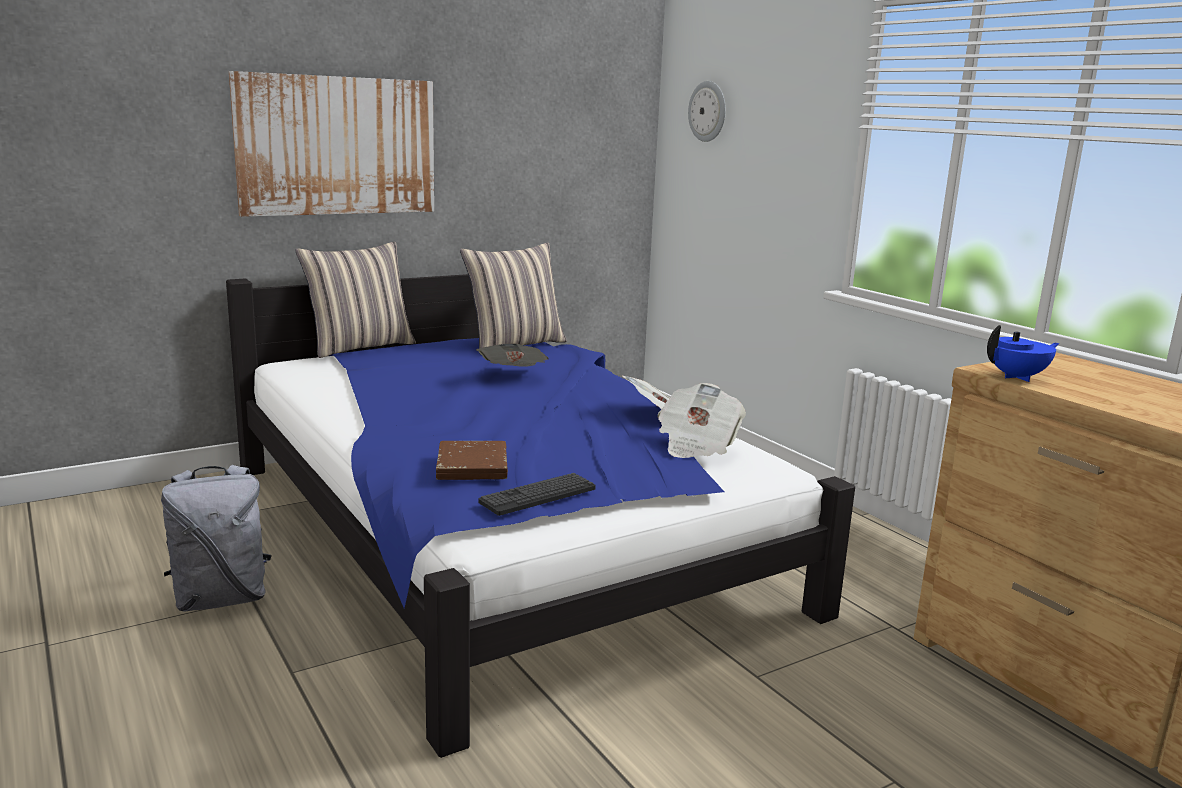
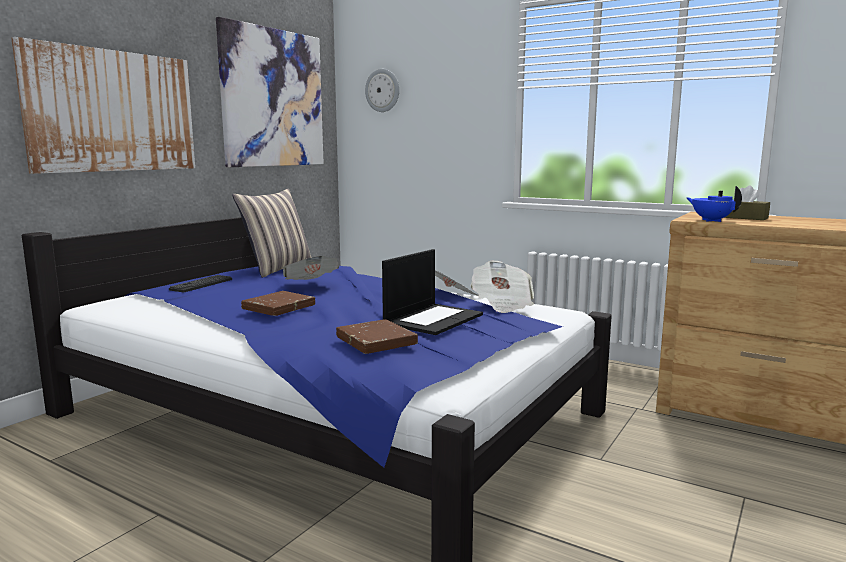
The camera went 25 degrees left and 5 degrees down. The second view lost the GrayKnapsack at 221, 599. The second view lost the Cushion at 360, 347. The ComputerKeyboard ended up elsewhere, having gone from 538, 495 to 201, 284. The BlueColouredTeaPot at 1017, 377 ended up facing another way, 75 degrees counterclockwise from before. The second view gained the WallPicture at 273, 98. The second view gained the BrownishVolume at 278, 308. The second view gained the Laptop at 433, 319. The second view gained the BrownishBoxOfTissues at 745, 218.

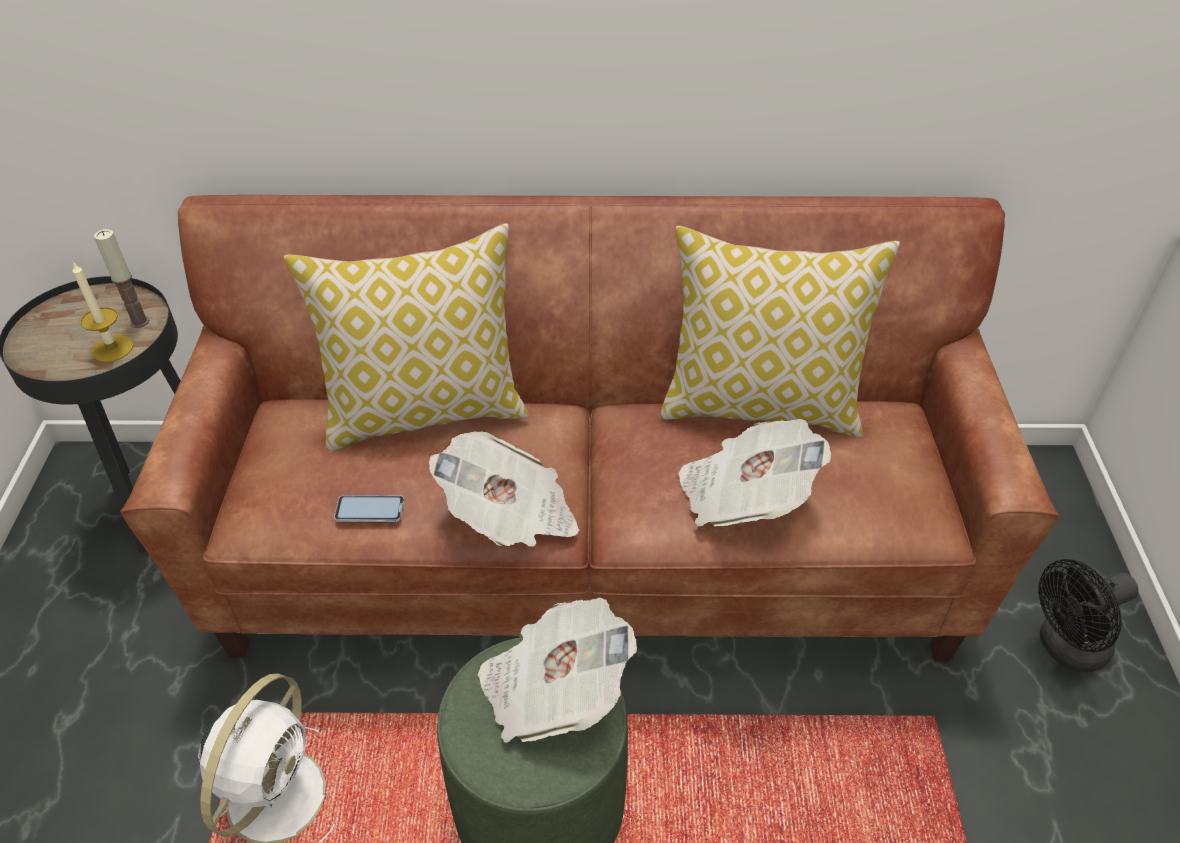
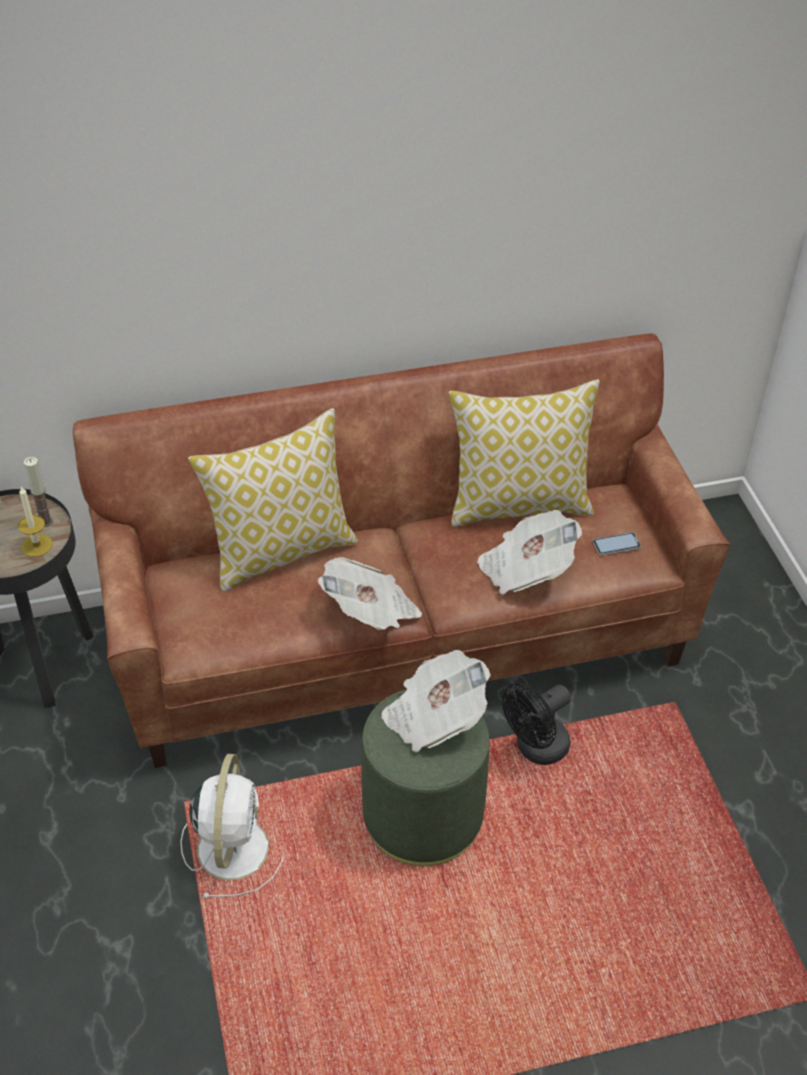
The camera went 15 degrees left and 0 degrees up. The Handset ended up elsewhere, having gone from 370, 510 to 616, 545. The BlackishCoolingFan ended up elsewhere, having gone from 1064, 648 to 536, 749.

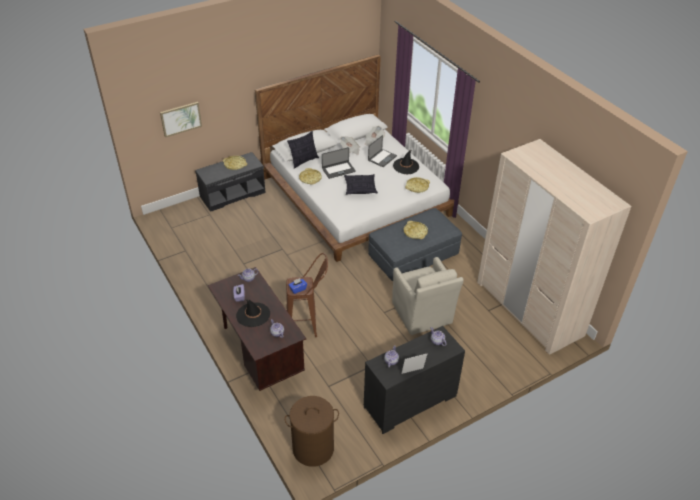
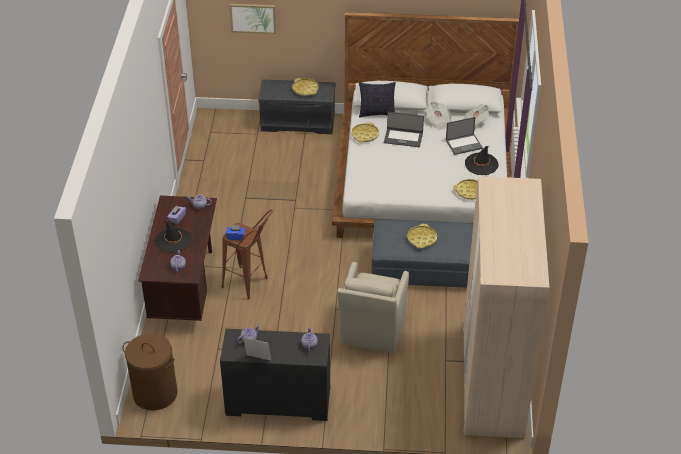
The camera went 35 degrees right and 0 degrees up. The second view lost the Cushion at 360, 188.

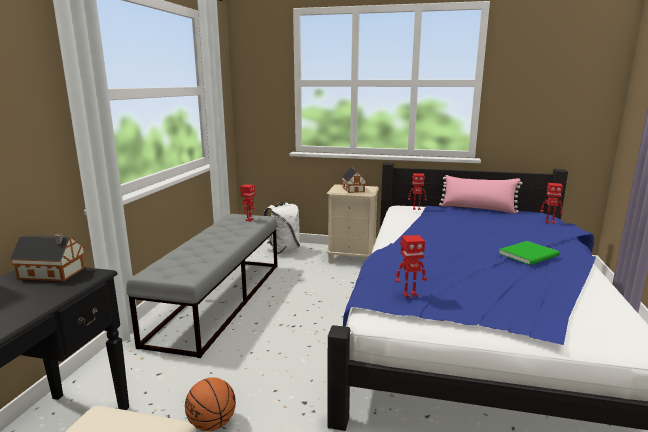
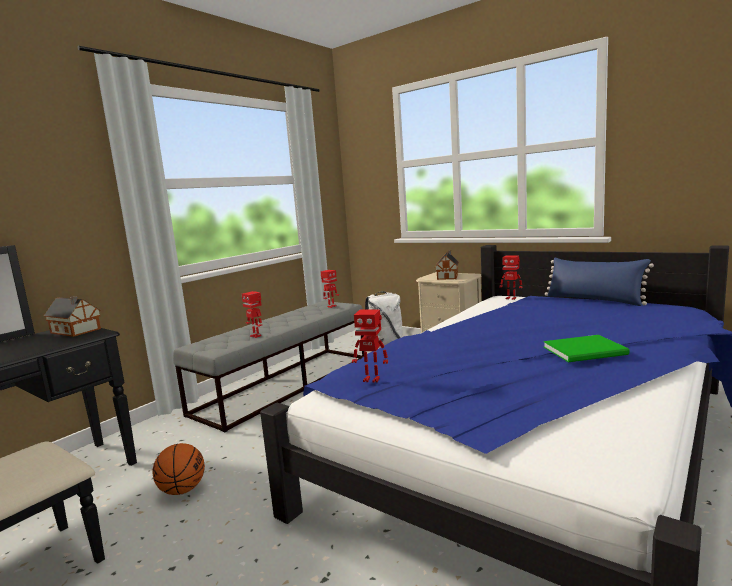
The camera went 25 degrees right and 5 degrees down. What was the PinkCushion at 478, 209 turned into the BlueColouredCushion at 594, 300. The RobotFigure ended up elsewhere, having gone from 549, 222 to 256, 336.

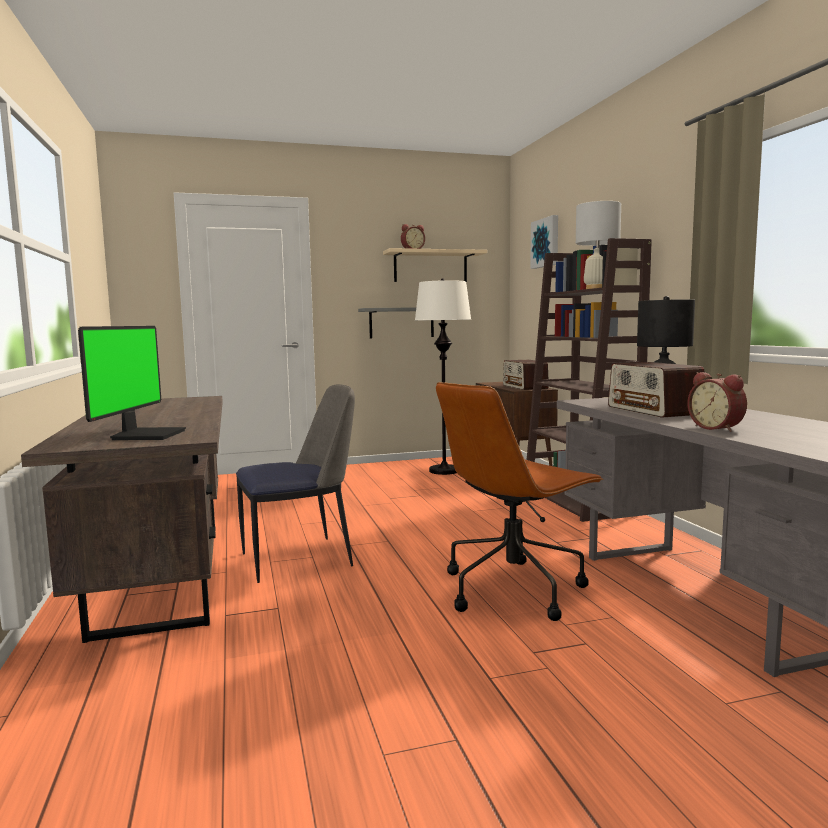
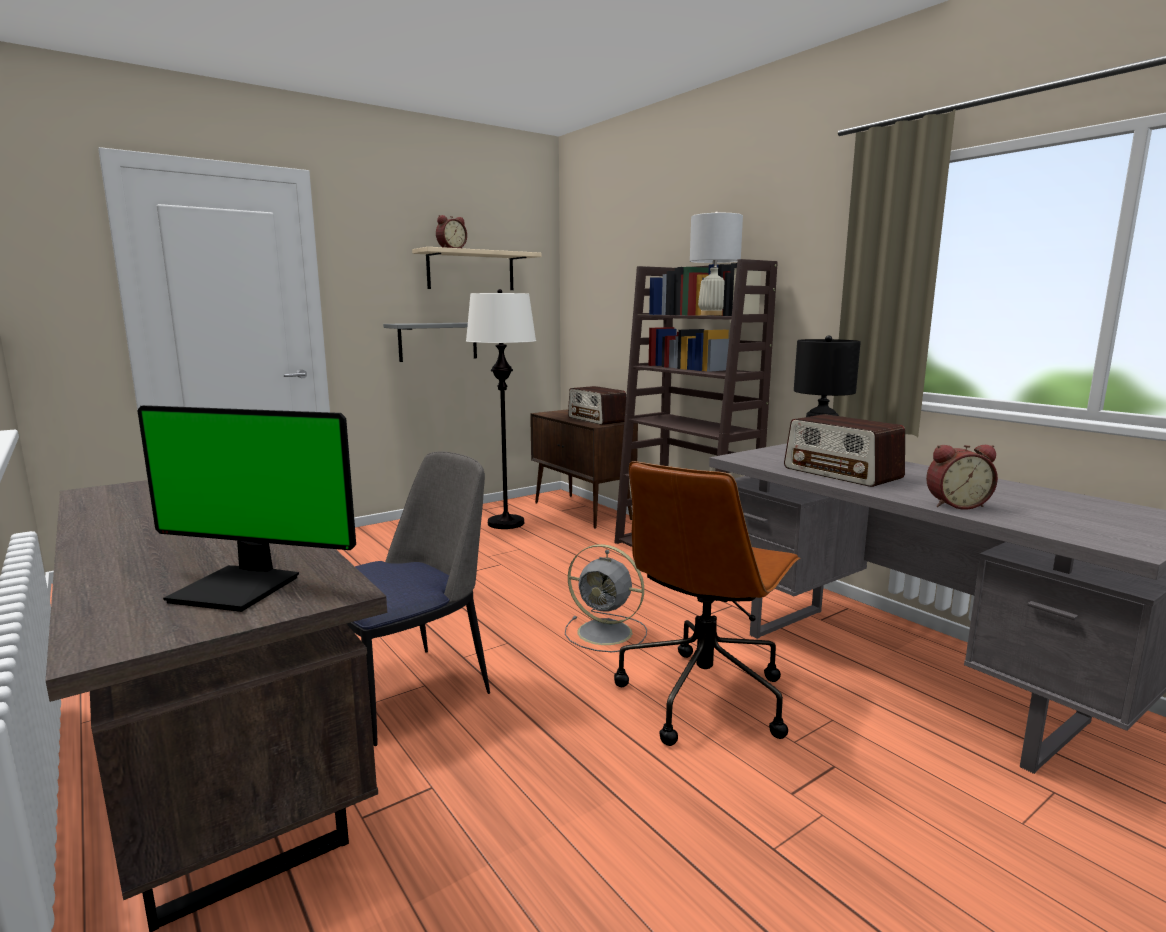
The camera went 20 degrees left and 5 degrees up. The ComputerScreen at 146, 435 ended up facing another way, 120 degrees clockwise from before. The second view lost the WallPicture at 546, 243. The AlarmClock at 717, 428 ended up facing another way, 45 degrees counterclockwise from before. The second view gained the GrayCoolingFan at 607, 633.

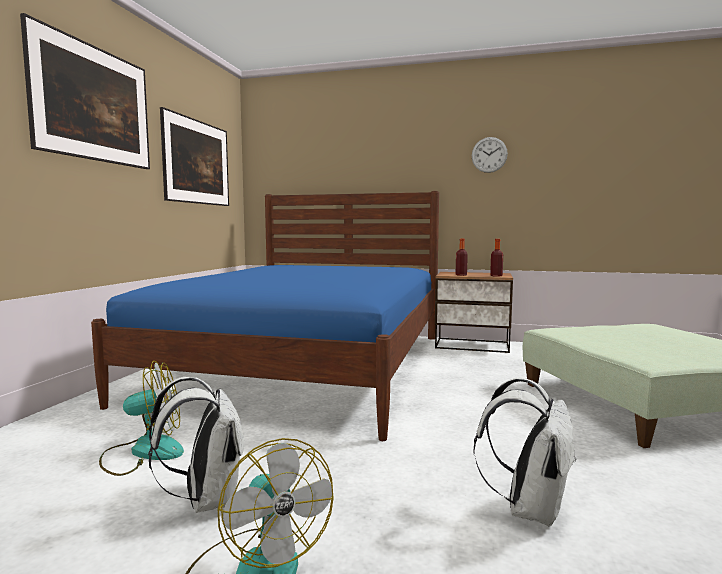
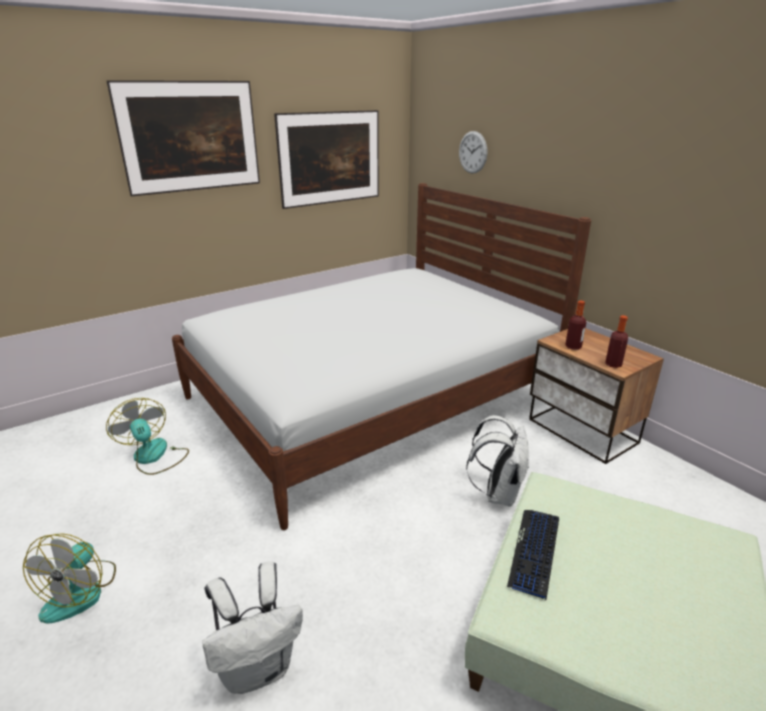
The camera went 40 degrees right and 20 degrees up. What was the BlueColouredBedroomBed at 307, 365 turned into the WhitishBedroomBed at 370, 399. The CoolingFan at 144, 452 ended up facing another way, 150 degrees counterclockwise from before. The WhitishKnapsack ended up elsewhere, having gone from 206, 500 to 498, 493. The HangingClock ended up elsewhere, having gone from 489, 155 to 473, 152. The second view gained the ComputerKeyboard at 534, 552.

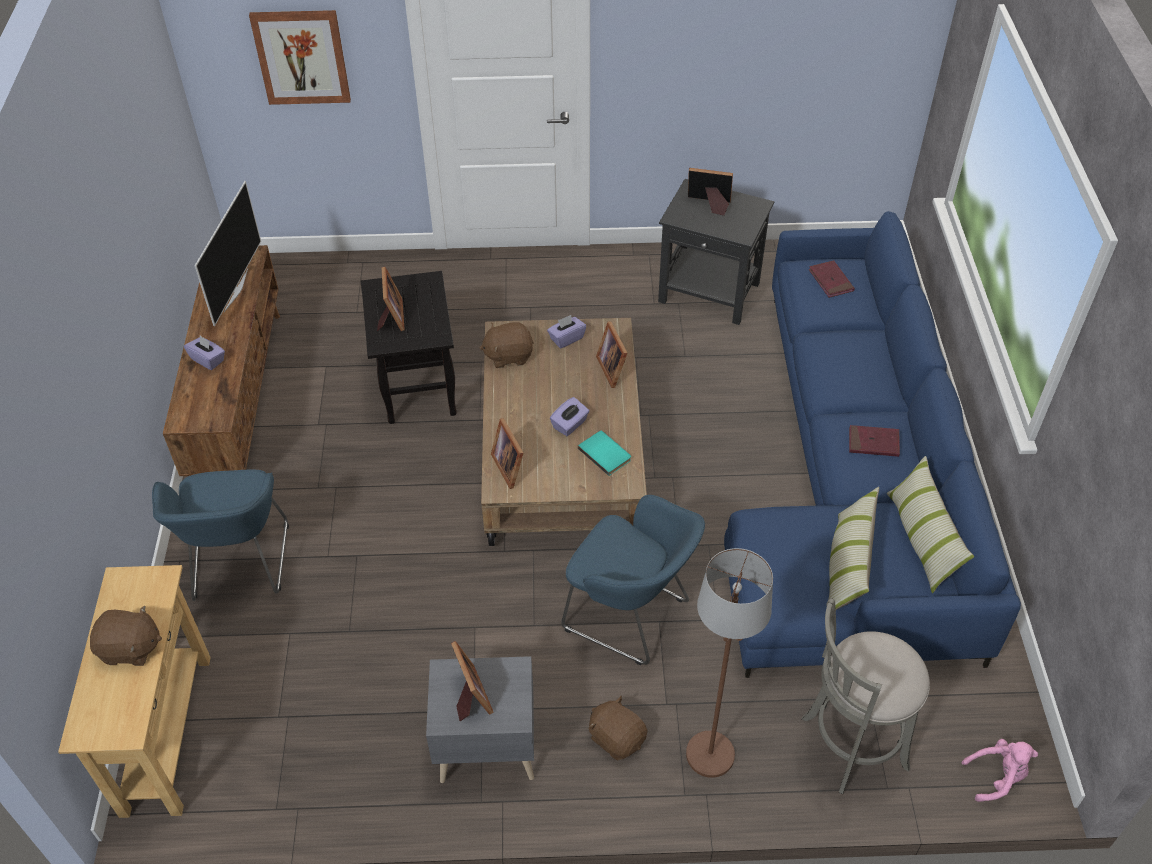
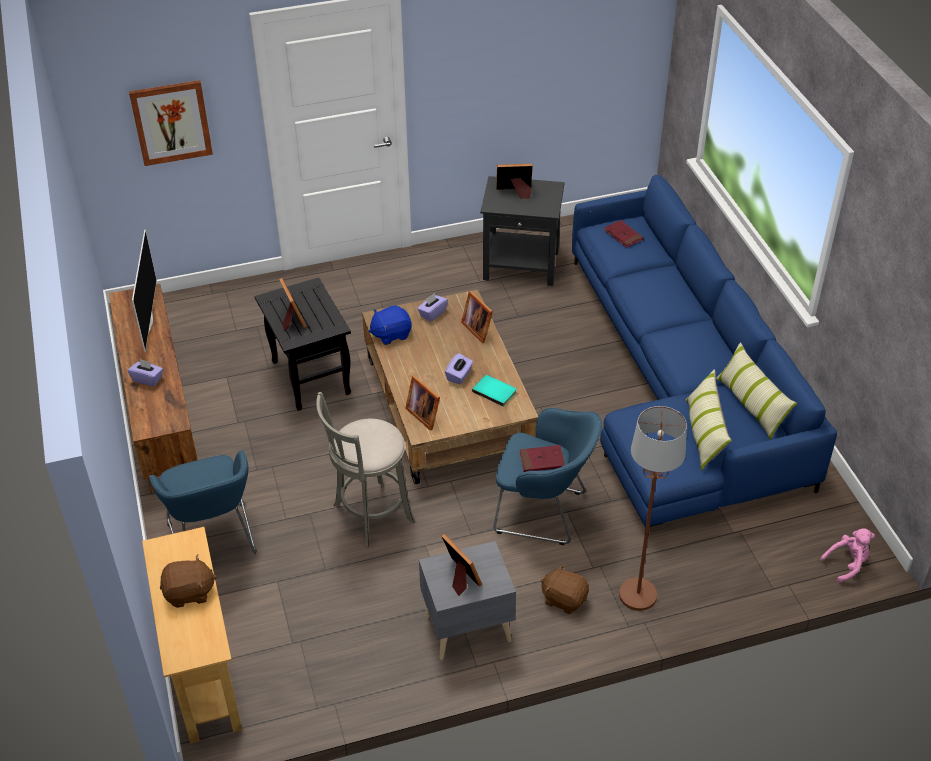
The camera went 15 degrees left and 5 degrees down. What was the BrownishSoftToy at 508, 355 turned into the BlueColouredSoftToy at 391, 334. The GrayStoolSeat ended up elsewhere, having gone from 849, 745 to 370, 515. The RedColouredVolume ended up elsewhere, having gone from 873, 443 to 542, 460.

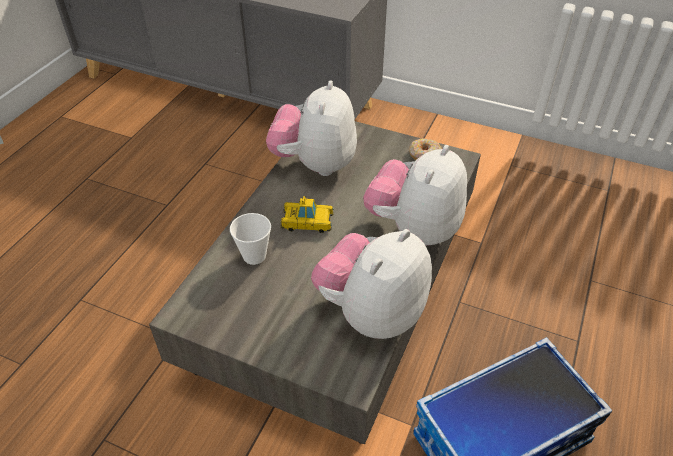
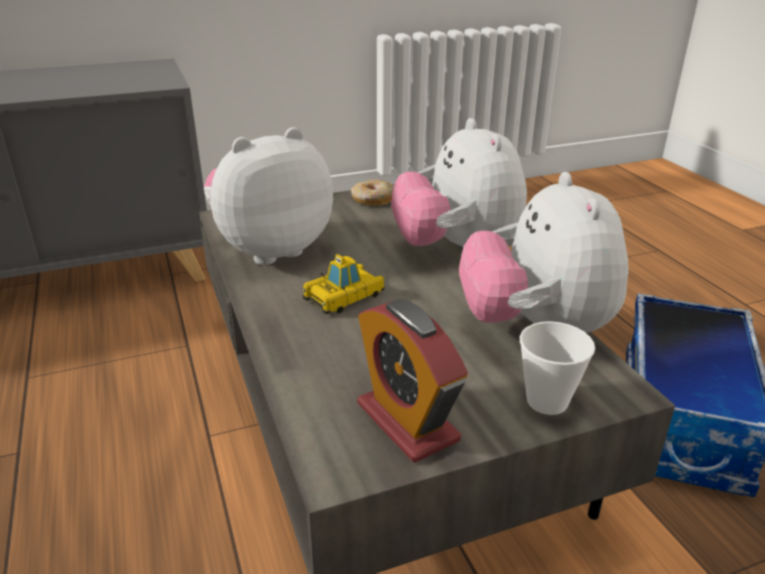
The camera went 45 degrees left and 15 degrees down. The DrinkingCup ended up elsewhere, having gone from 254, 256 to 547, 401. The SoftToy at 315, 164 ended up facing another way, 90 degrees clockwise from before. The second view gained the AlarmClock at 407, 422.

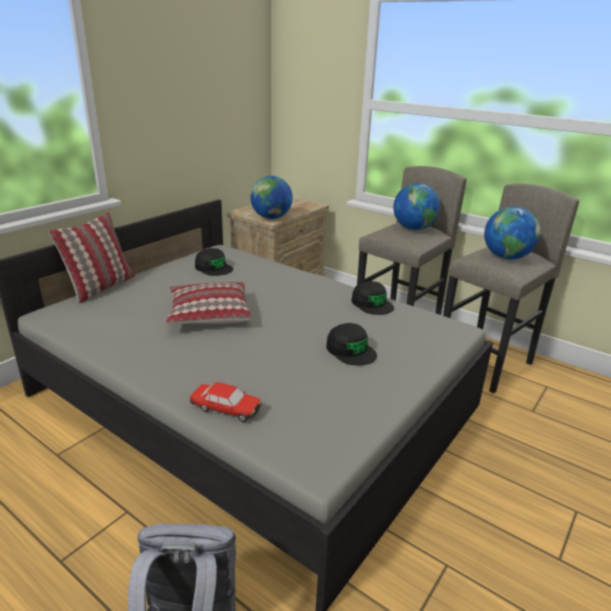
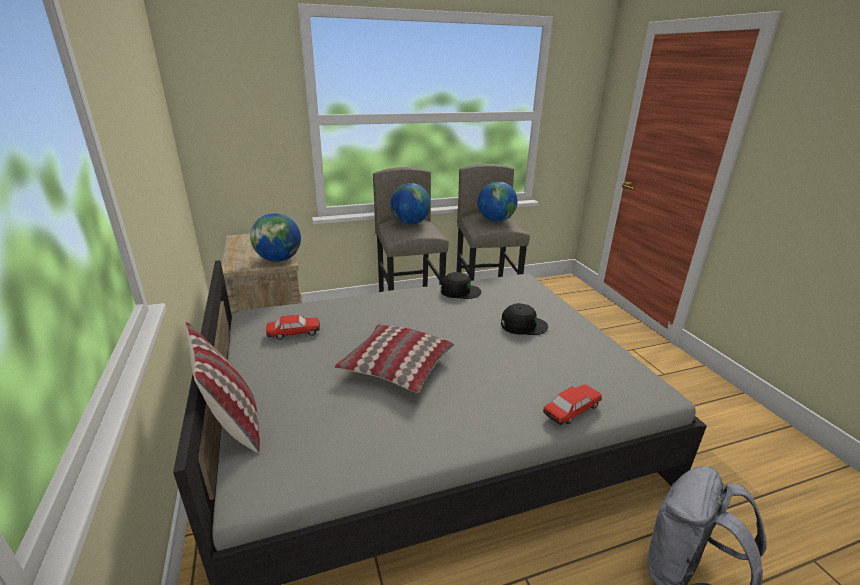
The camera went 55 degrees left and 0 degrees up. Where the BlackishCap stood at 213, 268, the ToyCar came to stand at 294, 333.

